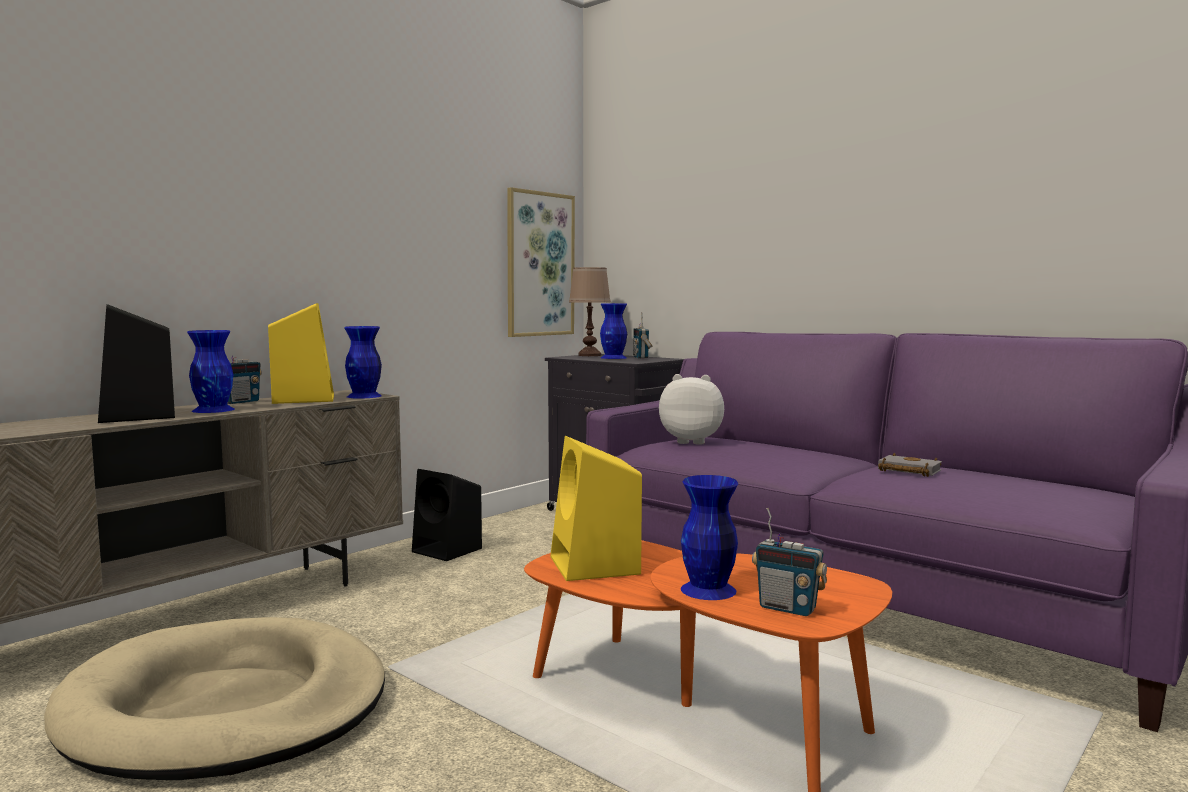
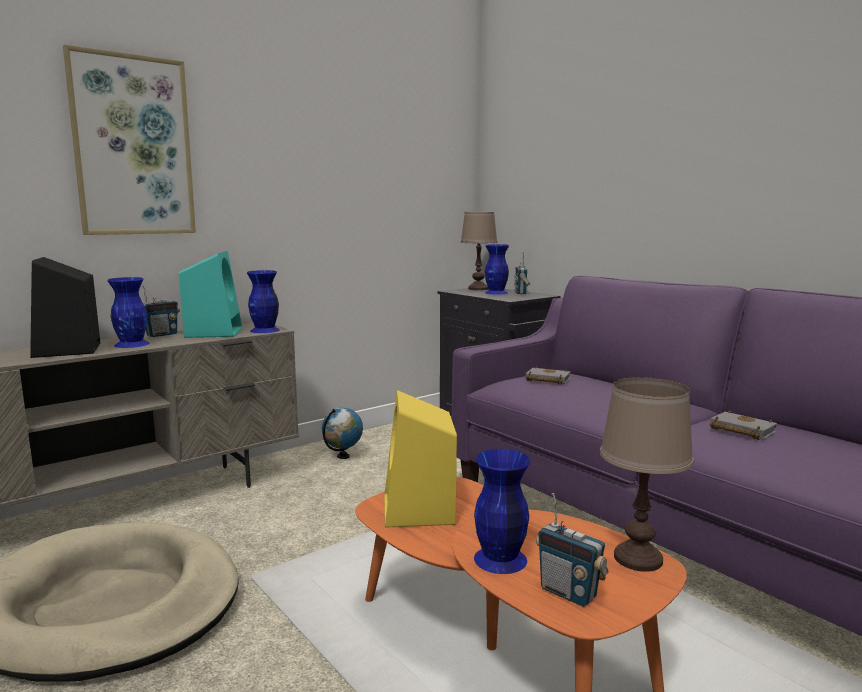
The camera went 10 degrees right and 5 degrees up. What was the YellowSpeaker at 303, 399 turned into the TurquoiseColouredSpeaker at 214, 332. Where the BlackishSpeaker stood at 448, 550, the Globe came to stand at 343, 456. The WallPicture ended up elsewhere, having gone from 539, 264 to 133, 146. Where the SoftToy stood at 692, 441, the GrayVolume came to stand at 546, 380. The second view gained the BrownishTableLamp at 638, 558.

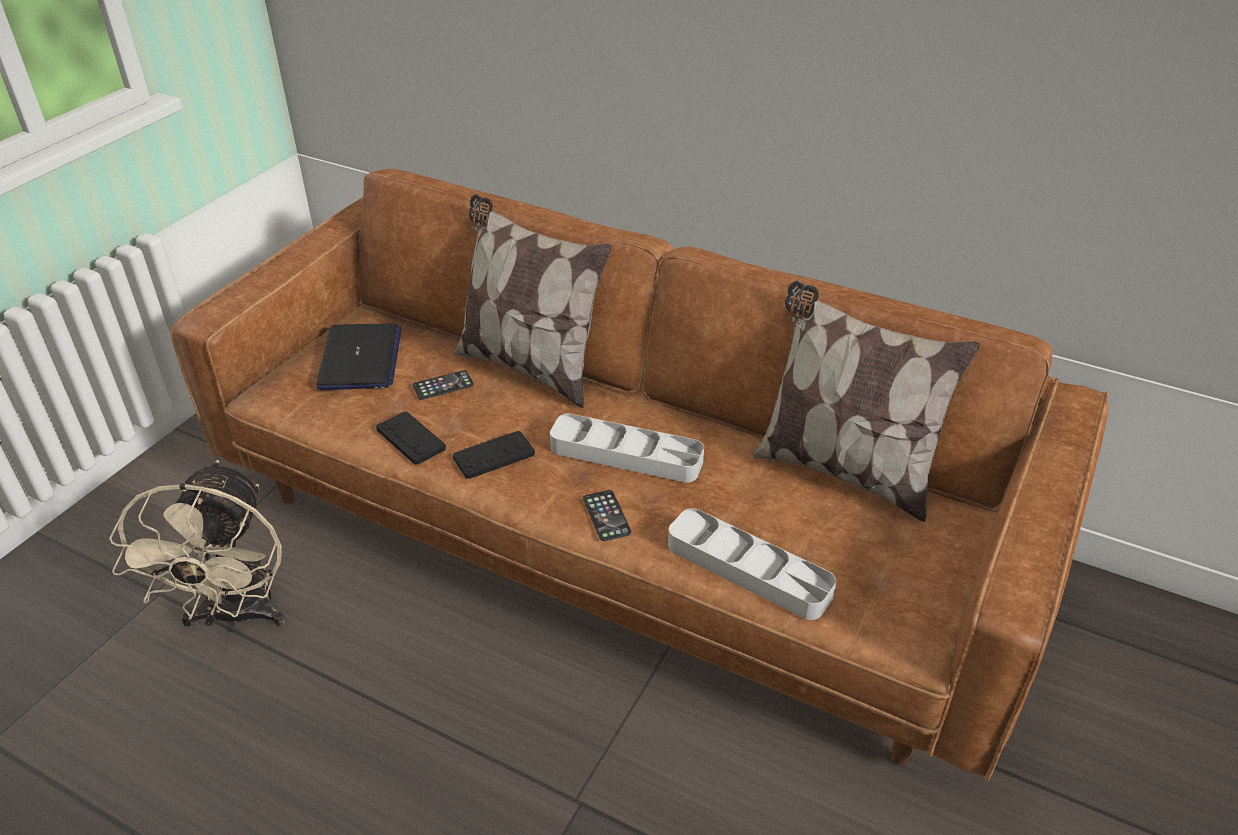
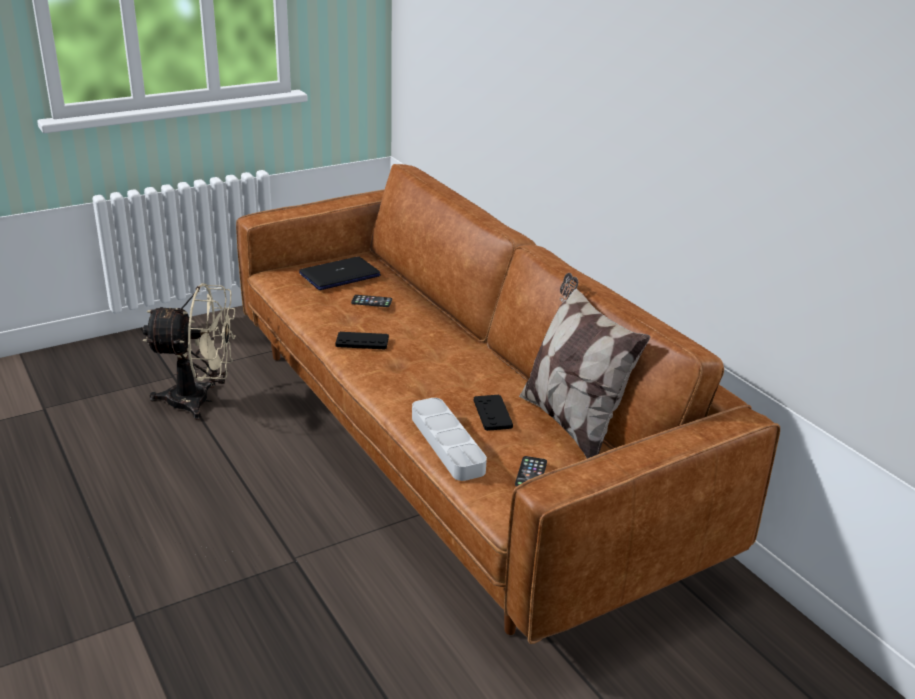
The camera went 30 degrees right and 10 degrees down. The BeigeCoolingFan at 236, 617 ended up facing another way, 120 degrees counterclockwise from before. The Laptop at 360, 359 ended up facing another way, 150 degrees counterclockwise from before. The BlackishGamepad ended up elsewhere, having gone from 411, 439 to 492, 413. The second view lost the Cushion at 530, 366. The second view lost the GrayTray at 626, 454. The Handset ended up elsewhere, having gone from 606, 516 to 531, 473.

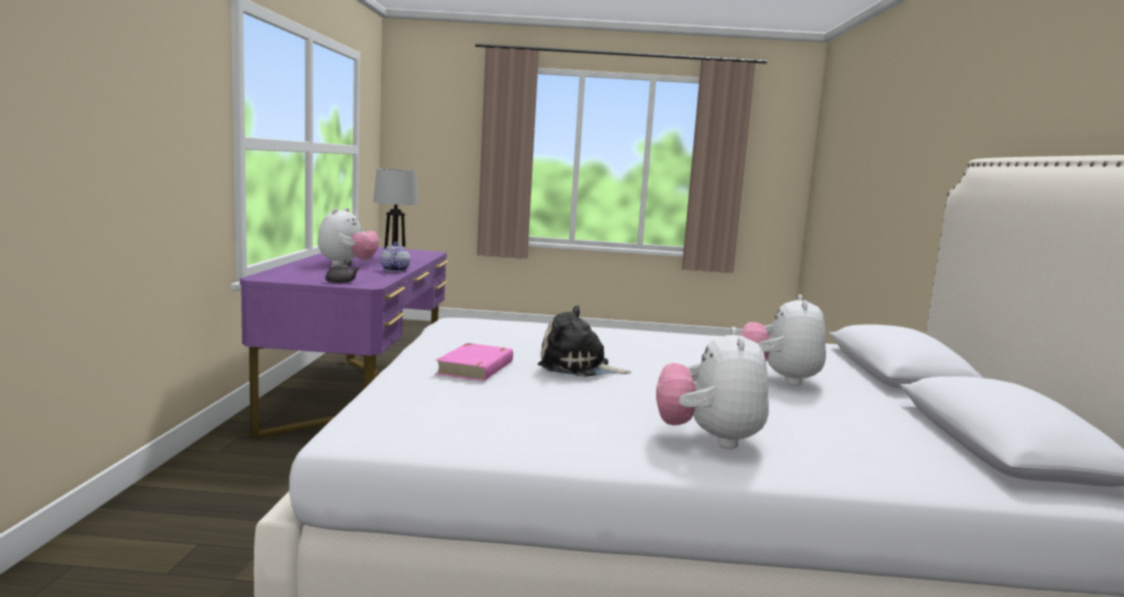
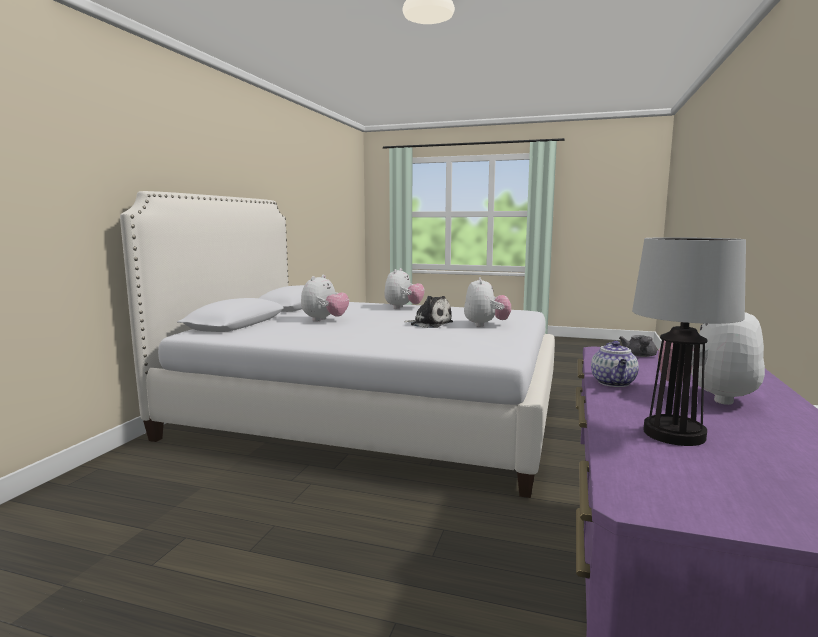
The camera went 165 degrees left and 0 degrees up. Where the PinkVolume stood at 476, 368, the SoftToy came to stand at 486, 325.

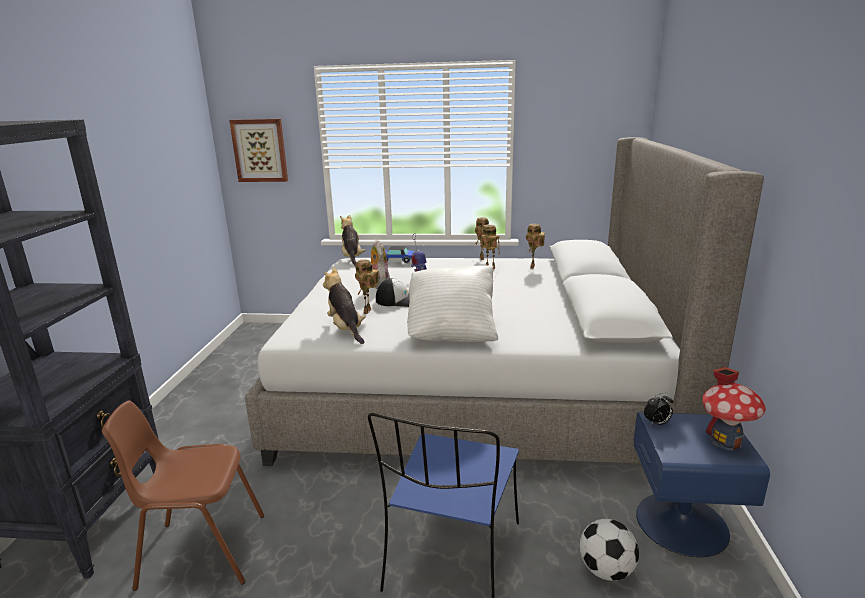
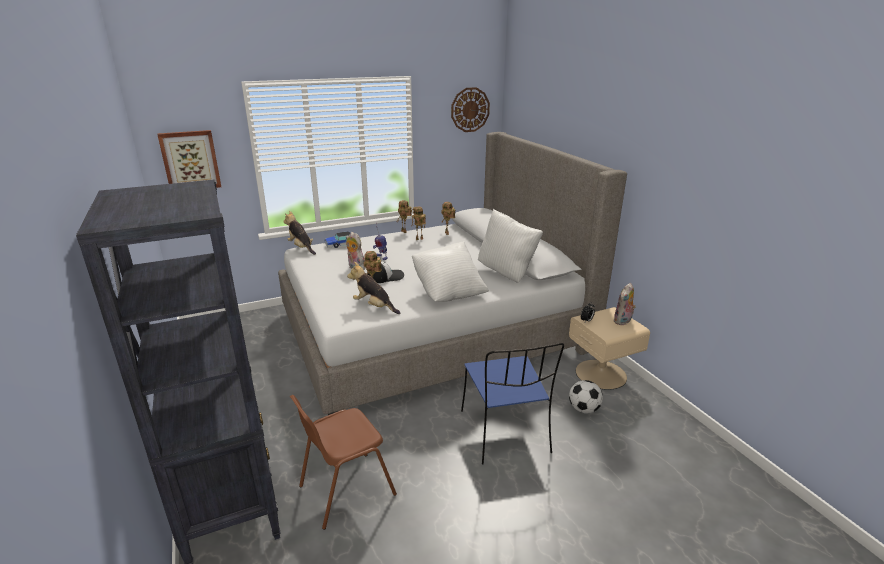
The camera went 30 degrees left and 5 degrees up. What was the BlueColouredBedsideTable at 683, 523 turned into the BeigeBedsideTable at 601, 374. Where the ModelHouse stood at 725, 441, the SoftToy came to stand at 623, 321. The second view gained the HangingClock at 470, 109. The second view gained the WhitishCushion at 507, 273.

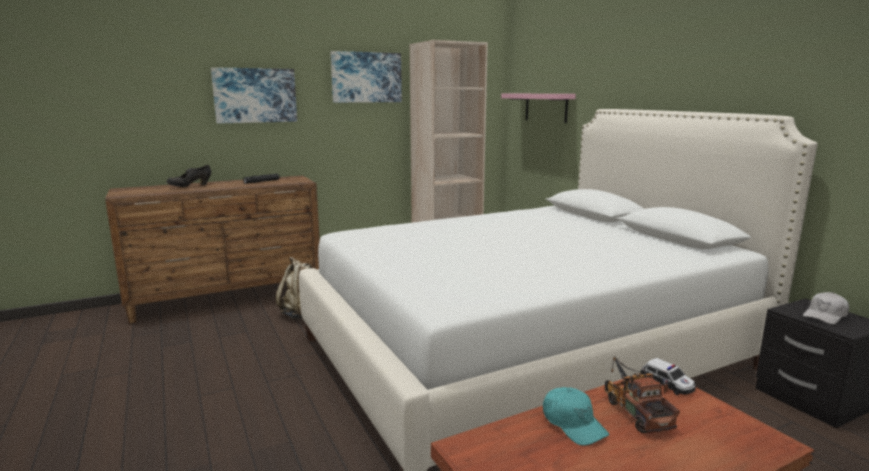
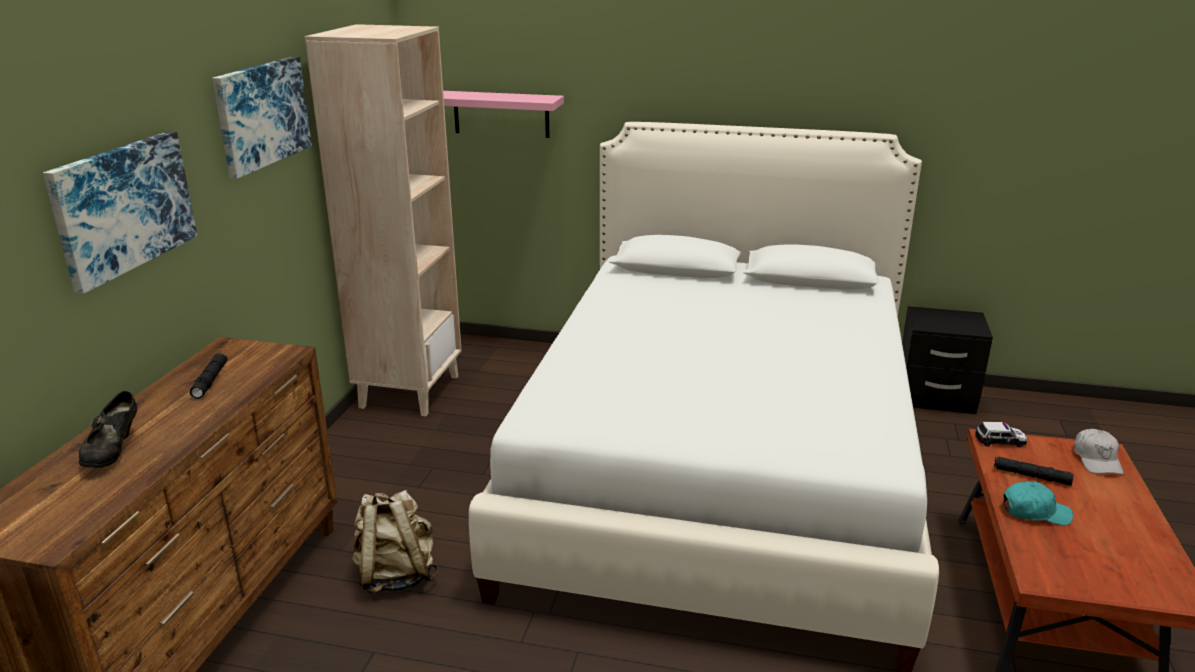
The camera went 50 degrees left and 10 degrees up. Where the ToyLorry stood at 634, 410, the BlackishTorch came to stand at 1031, 476. The WhitishCap ended up elsewhere, having gone from 825, 316 to 1096, 460.

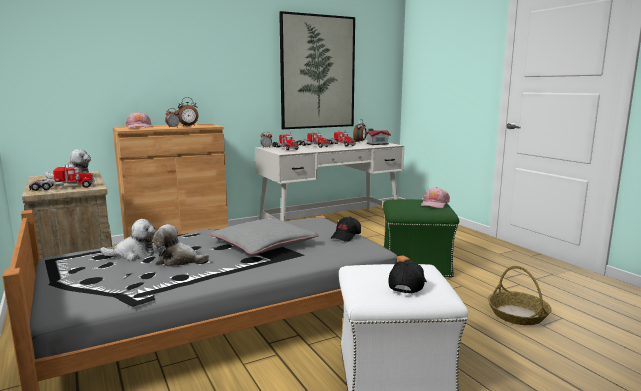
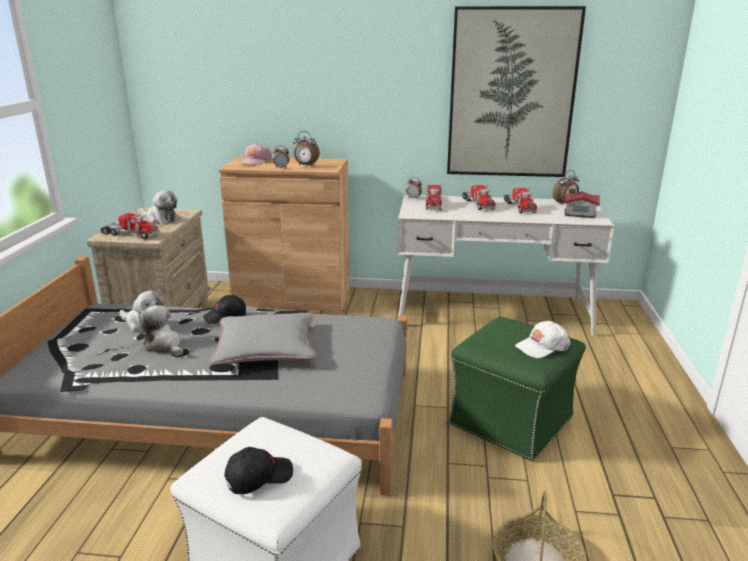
The camera went 35 degrees right and 10 degrees up. The BlackishCap ended up elsewhere, having gone from 346, 236 to 225, 317. What was the PinkCap at 434, 204 turned into the WhitishCap at 542, 346.

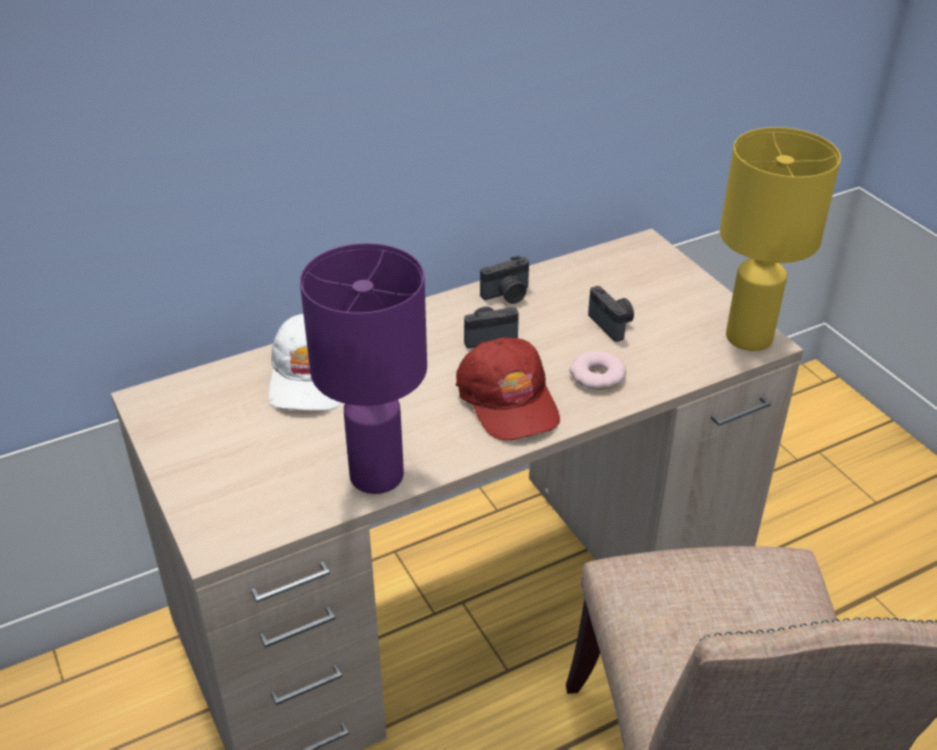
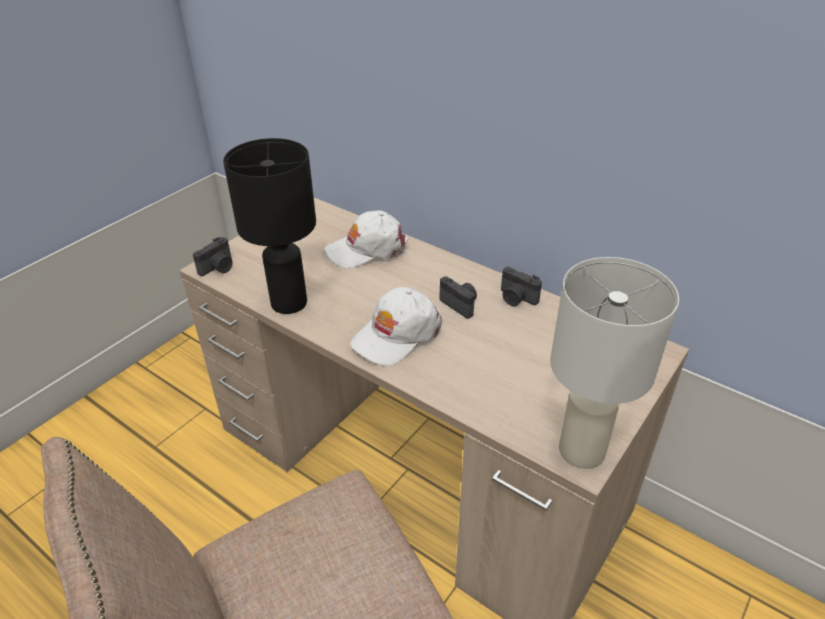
The camera went 65 degrees right and 0 degrees up. What was the PurpleColouredTableLamp at 375, 475 turned into the BlackishTableLamp at 288, 302. What was the RedColouredCap at 509, 400 turned into the WhitishCap at 396, 334. The second view lost the RingDoughnut at 597, 376. The StillCamera ended up elsewhere, having gone from 612, 324 to 218, 268. What was the YellowTableLamp at 748, 338 turned into the WhitishTableLamp at 580, 450.

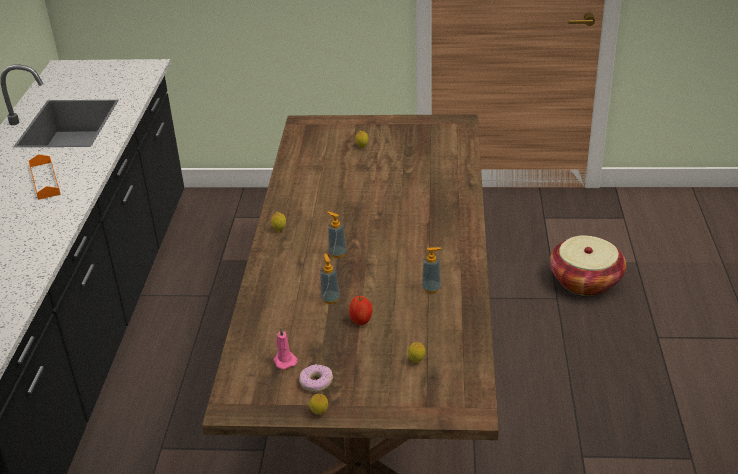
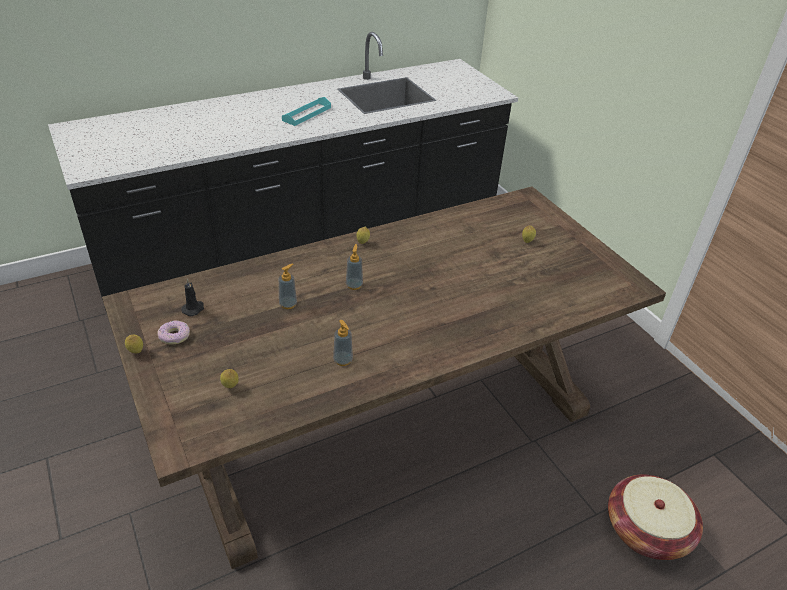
The camera went 55 degrees right and 5 degrees up. What was the OrangeColouredTray at 45, 180 turned into the TurquoiseColouredTray at 307, 114. What was the PinkCandle at 284, 360 turned into the BlackishCandle at 193, 309. The second view lost the Apple at 361, 321.

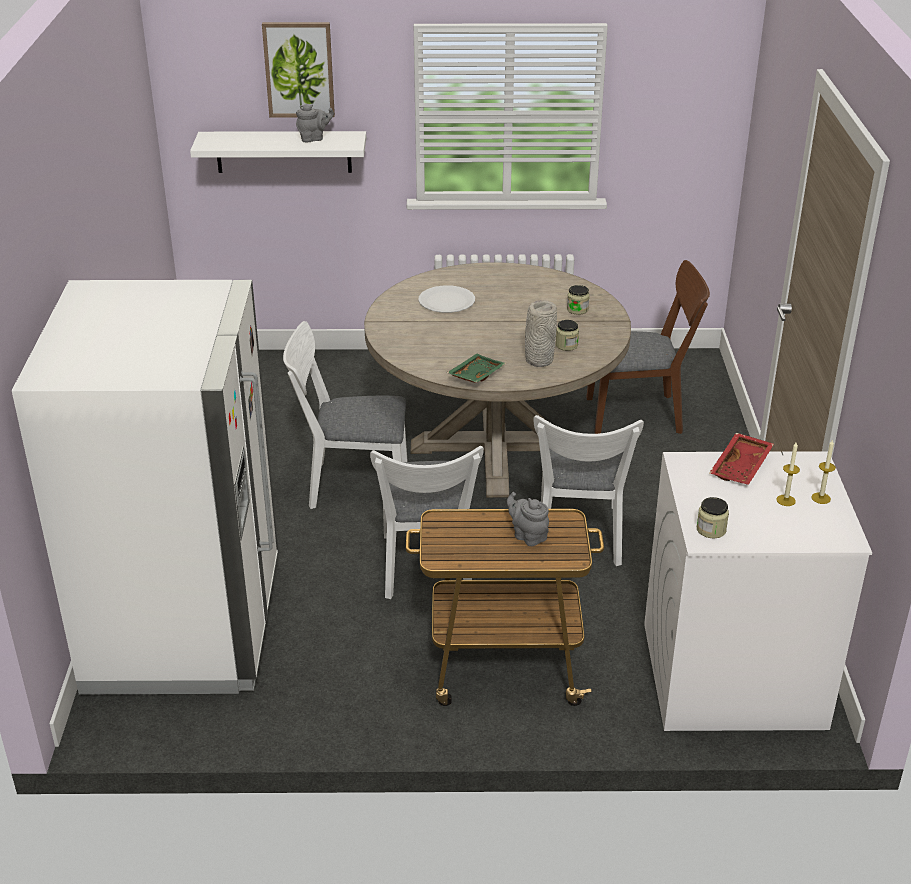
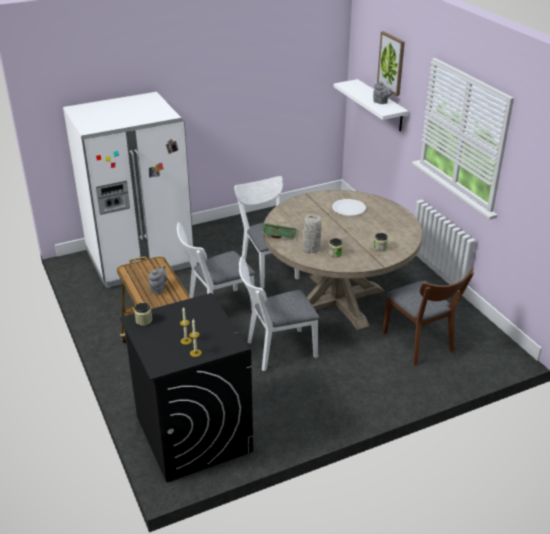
The camera went 65 degrees right and 0 degrees up. What was the WhitishLaundryMachine at 731, 675 turned into the BlackishLaundryMachine at 193, 433. The second view lost the RedColouredTray at 742, 467.

